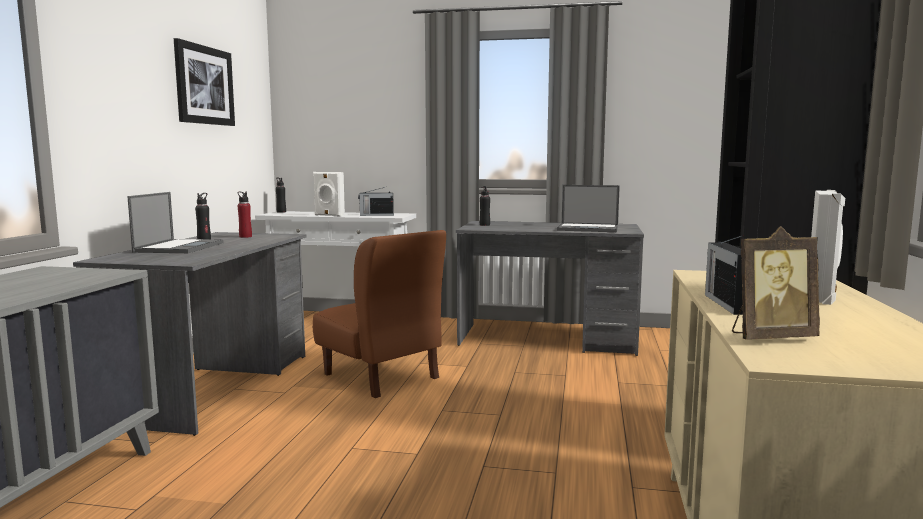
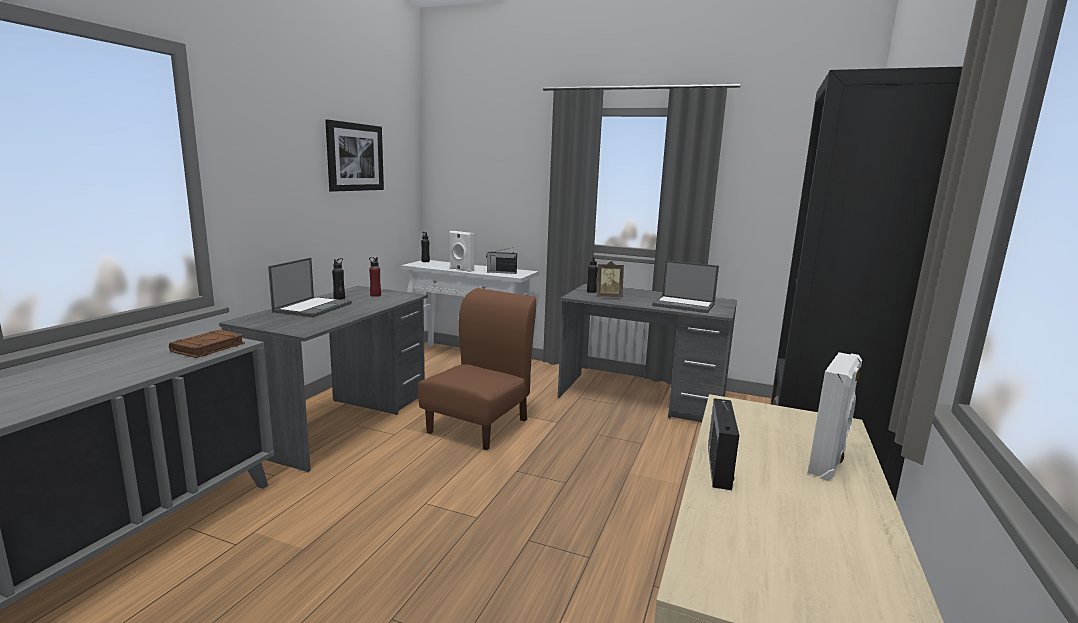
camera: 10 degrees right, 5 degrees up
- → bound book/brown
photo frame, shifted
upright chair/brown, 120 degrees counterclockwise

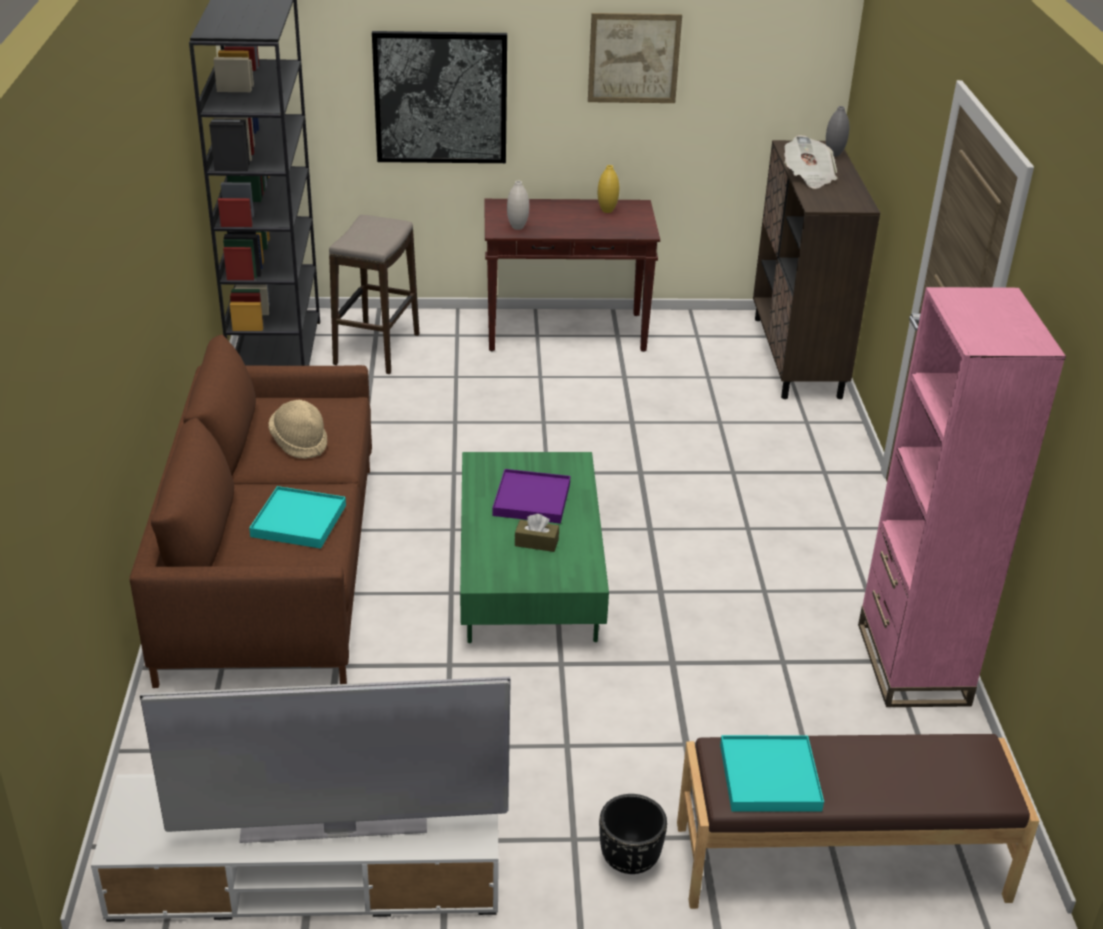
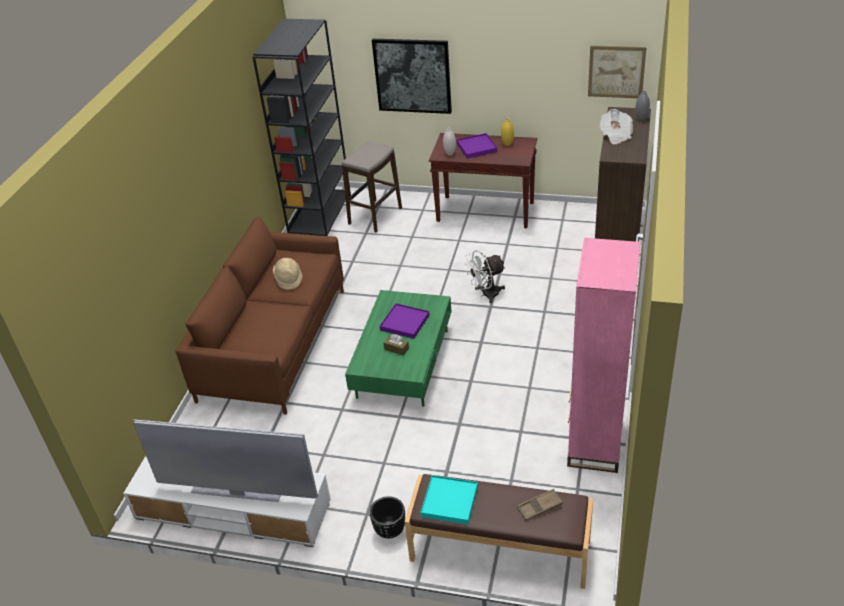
camera: 20 degrees right, 5 degrees up
serving tray/turquoise-coloured (no. 1 from left) → -
- → serving tray/purplish (no. 2 from left)
- → fan/white
- → serving tray/brown
picture (no. 2 from left), shifted

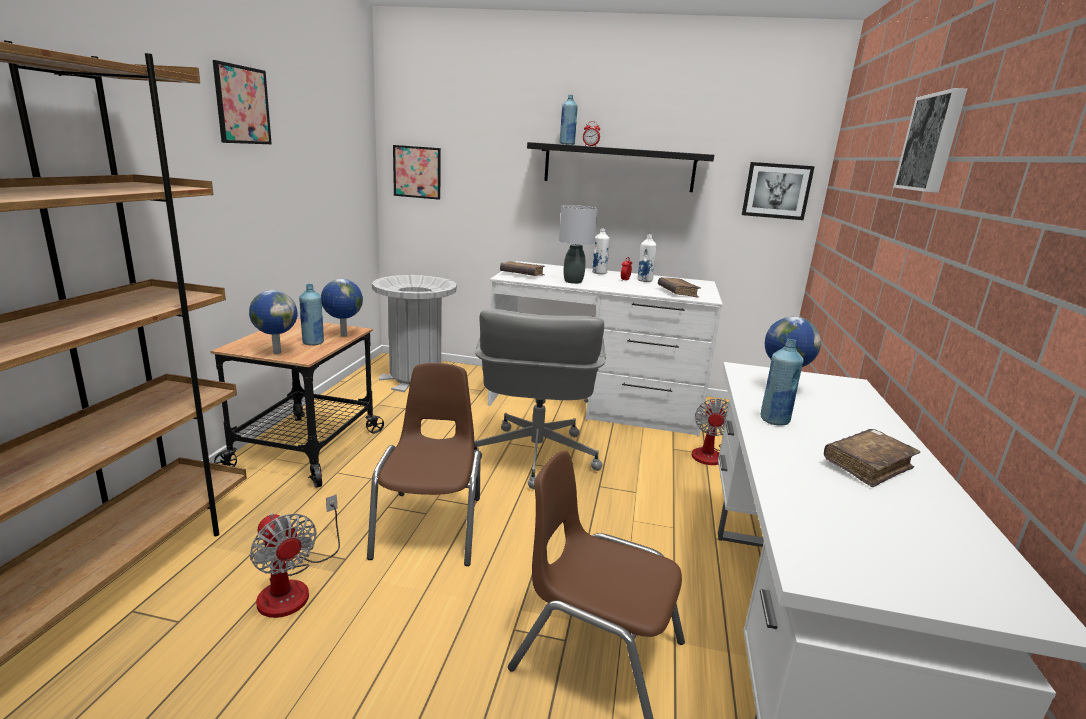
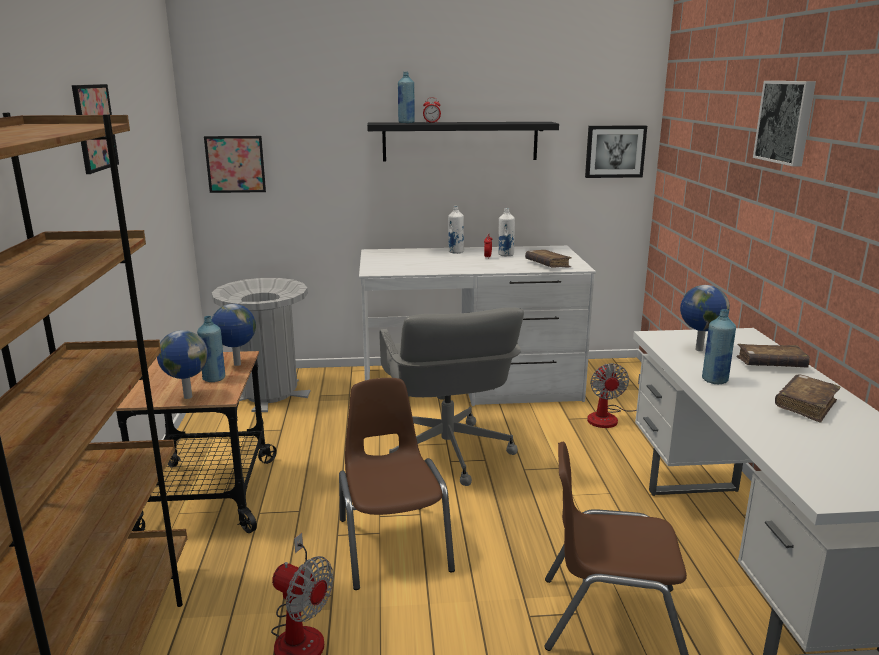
camera: 15 degrees left, 0 degrees up
lamp for a table/grey → -
bound book/brown (no. 1 from left in the first image) → bound book/brown (no. 2 from left), shifted

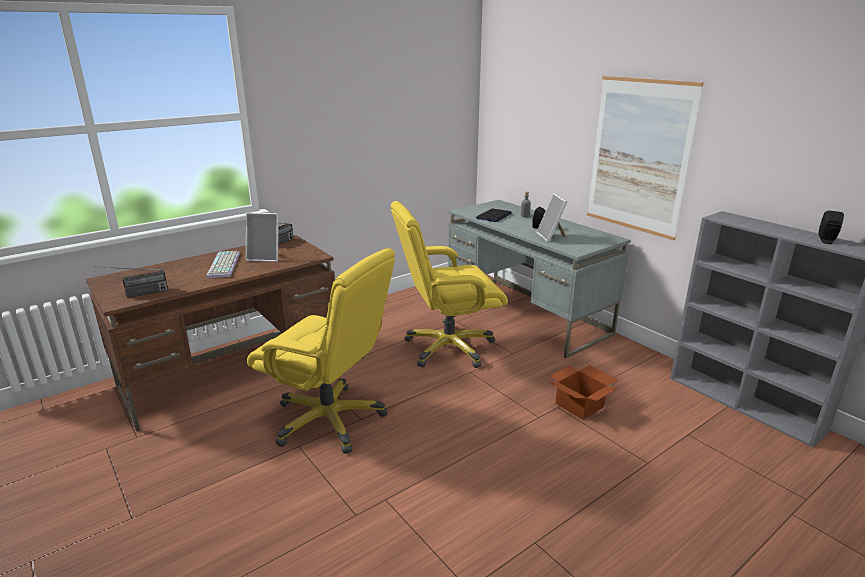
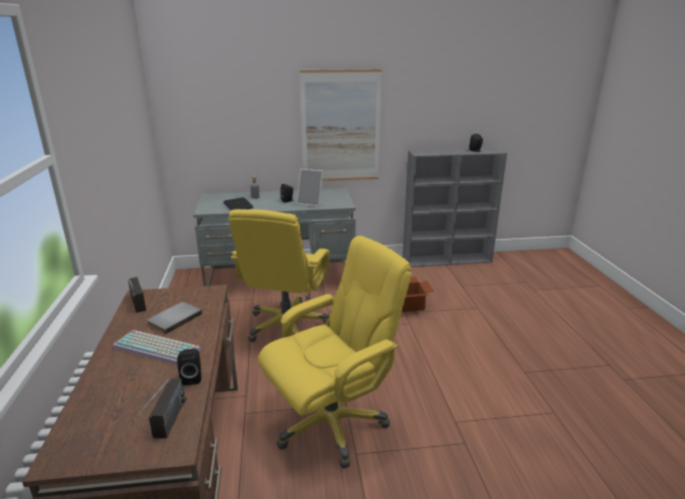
camera: 60 degrees left, 0 degrees up
- → audio speaker/black-coloured (no. 1 from left)
photo frame (no. 1 from left) → bound book/grey

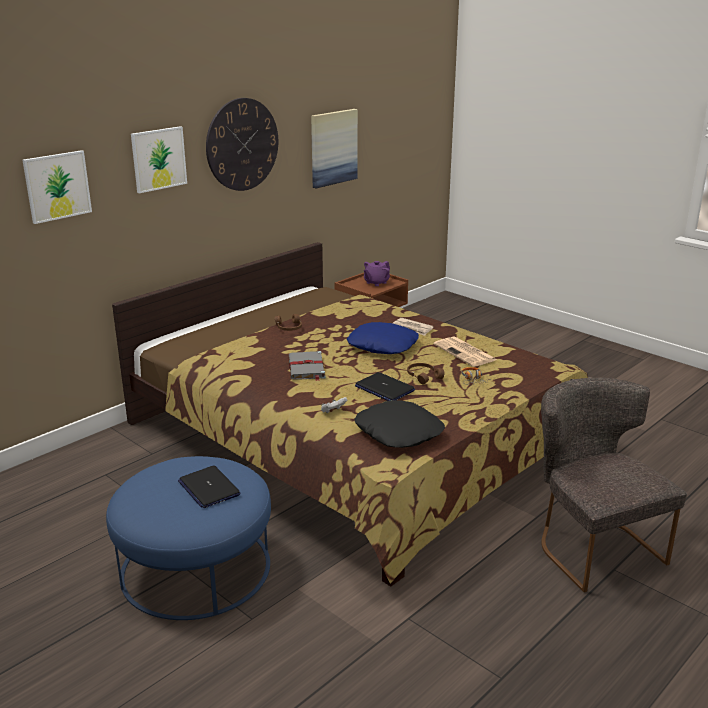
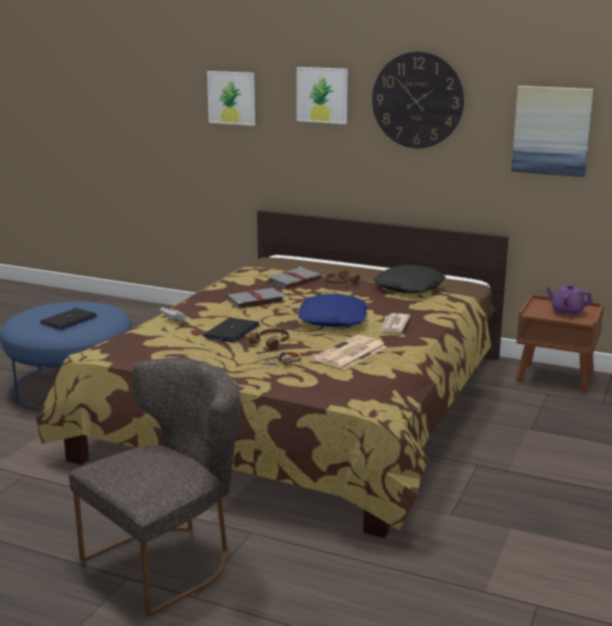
camera: 70 degrees right, 5 degrees down
- → bound book/grey (no. 2 from left)
cushion/black-coloured, shifted

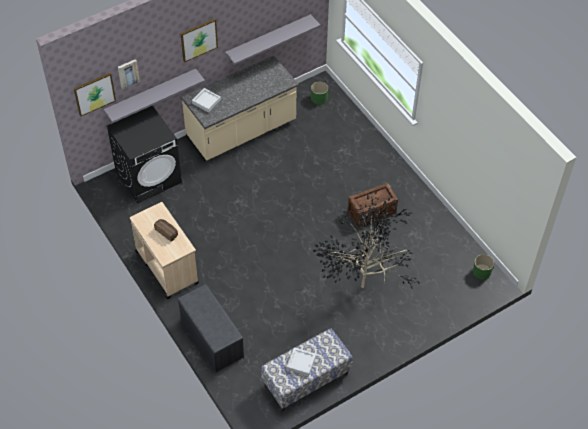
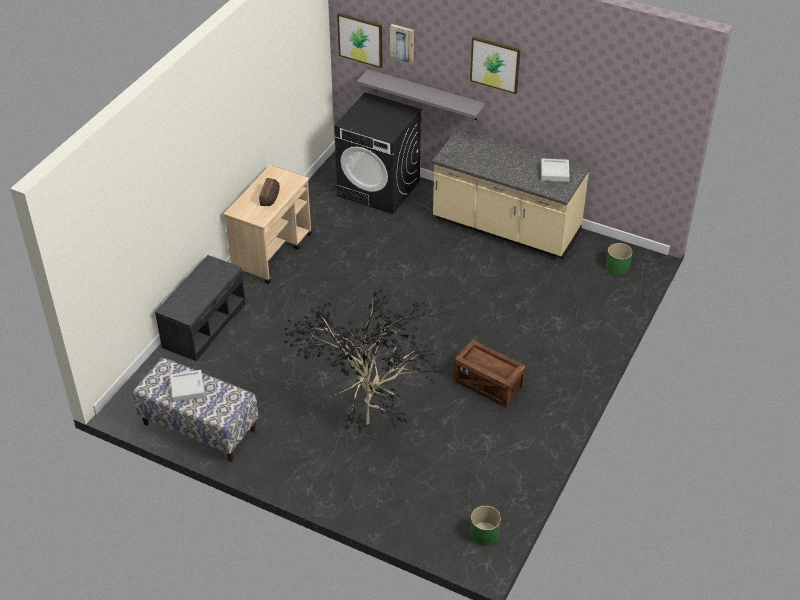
camera: 60 degrees right, 10 degrees down
bracket shelf/grey (no. 2 from left) → -
serving tray/grey (no. 1 from left in the first image) → serving tray/grey (no. 2 from left), shifted

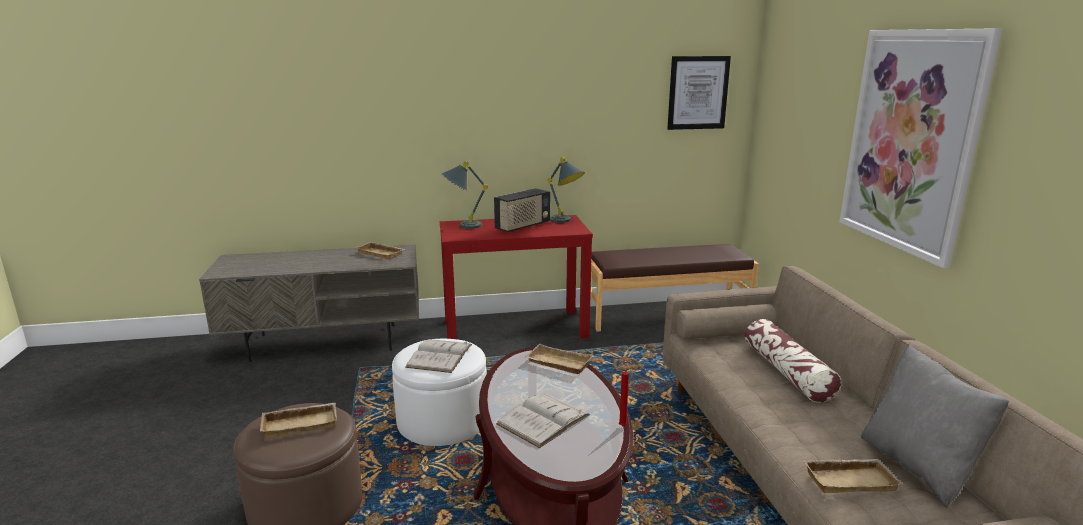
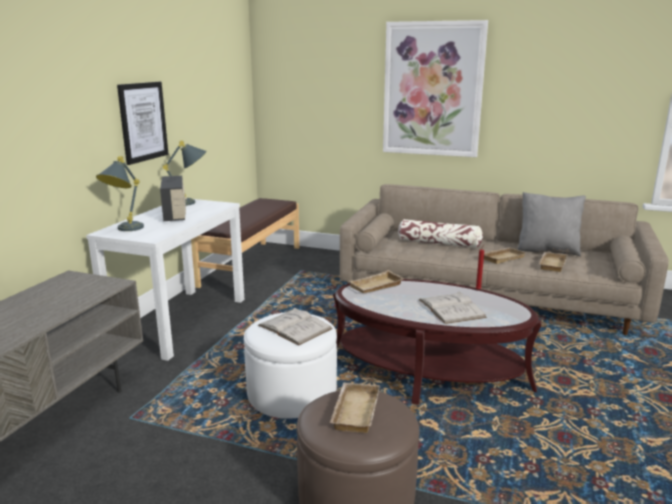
camera: 60 degrees left, 0 degrees up
serving tray/beige (no. 2 from left in the first image) → serving tray/beige (no. 3 from left), shifted
picture (no. 1 from left), shifted
hall table/reddish → hall table/white

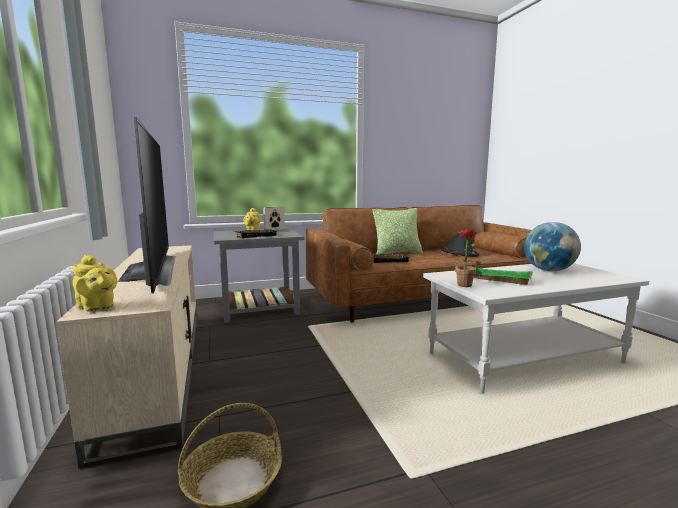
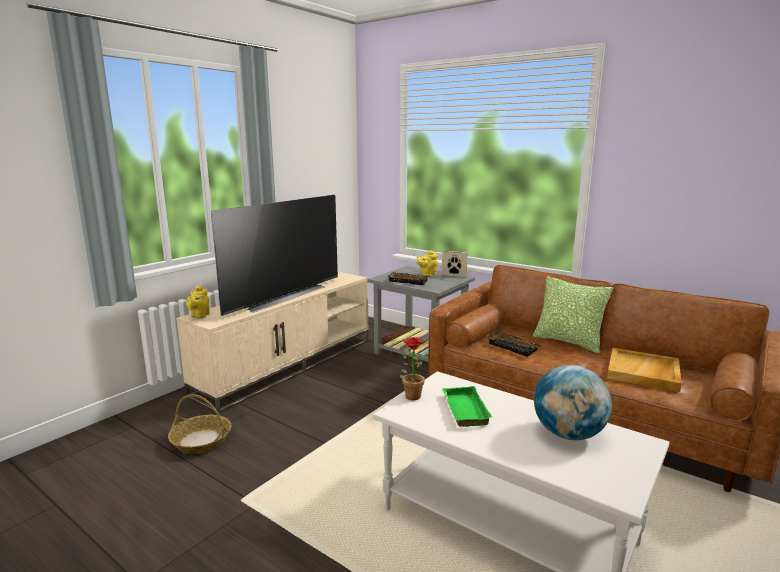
camera: 55 degrees right, 5 degrees up
clothing hat/black-coloured → serving tray/beige

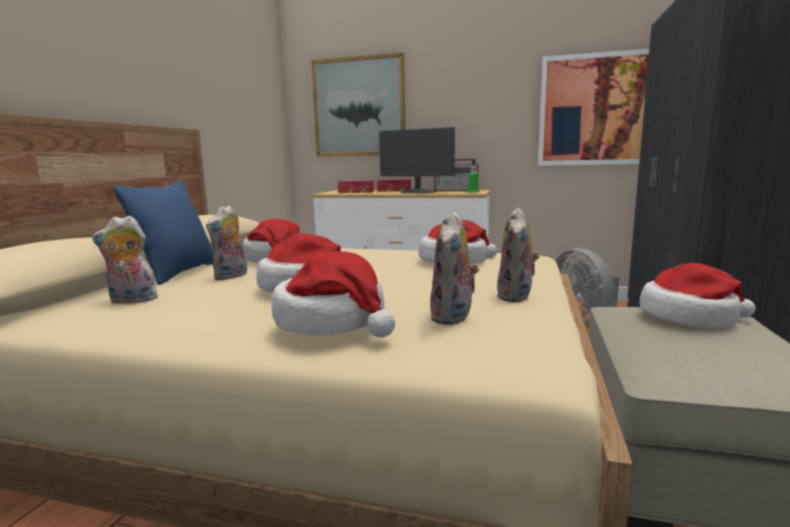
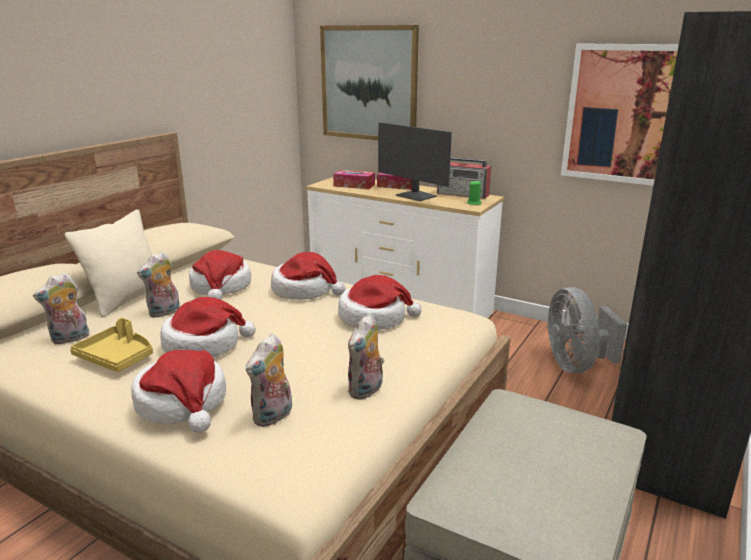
camera: 15 degrees right, 10 degrees up
- → serving tray/yellowish
clothing hat (no. 5 from left in the first image) → clothing hat (no. 4 from left), shifted
cushion/blue-coloured → cushion/beige
cuddly toy (no. 1 from left), 45 degrees counterclockwise

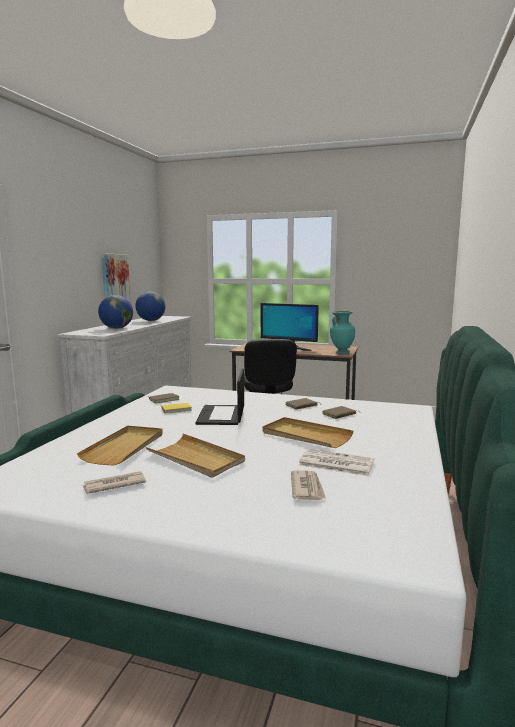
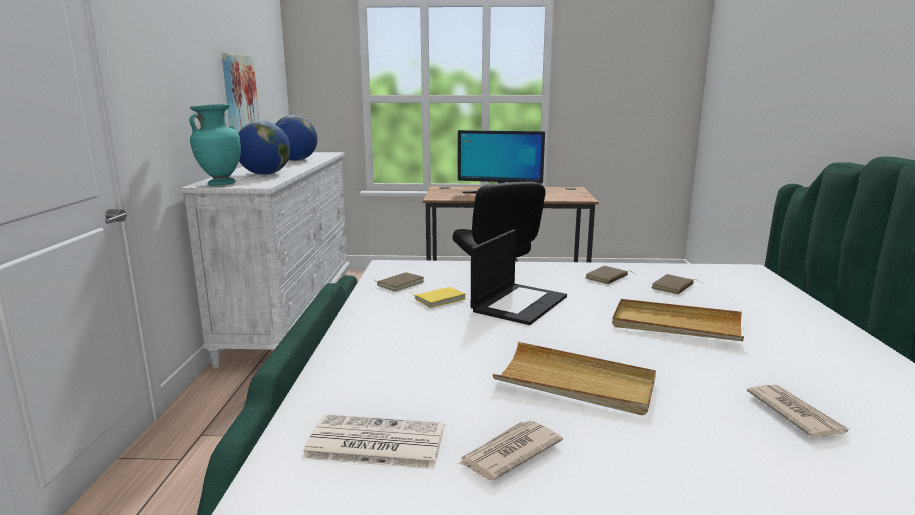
camera: 15 degrees left, 5 degrees up
serving tray/beige (no. 1 from left) → -
daily paper (no. 3 from left in the first image) → daily paper (no. 1 from left), shifted
decorative vase/turquoise-coloured, shifted
laptop, 135 degrees counterclockwise

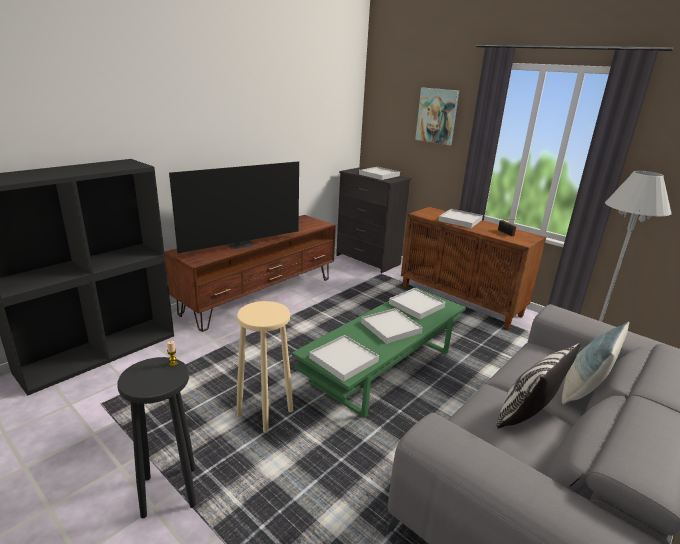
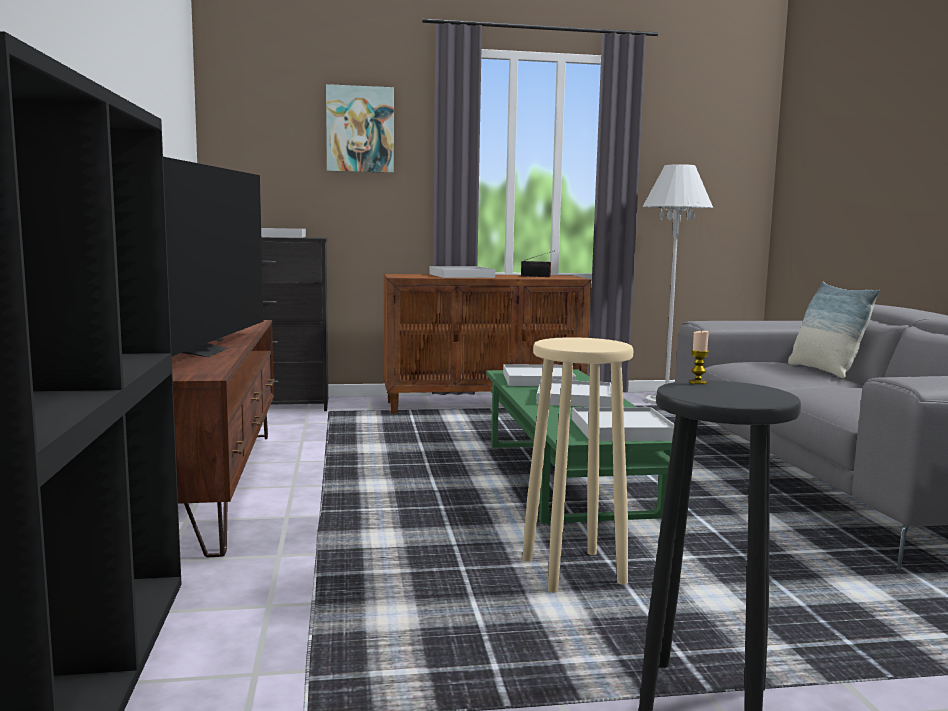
camera: 50 degrees left, 15 degrees down
cushion (no. 1 from left) → -

